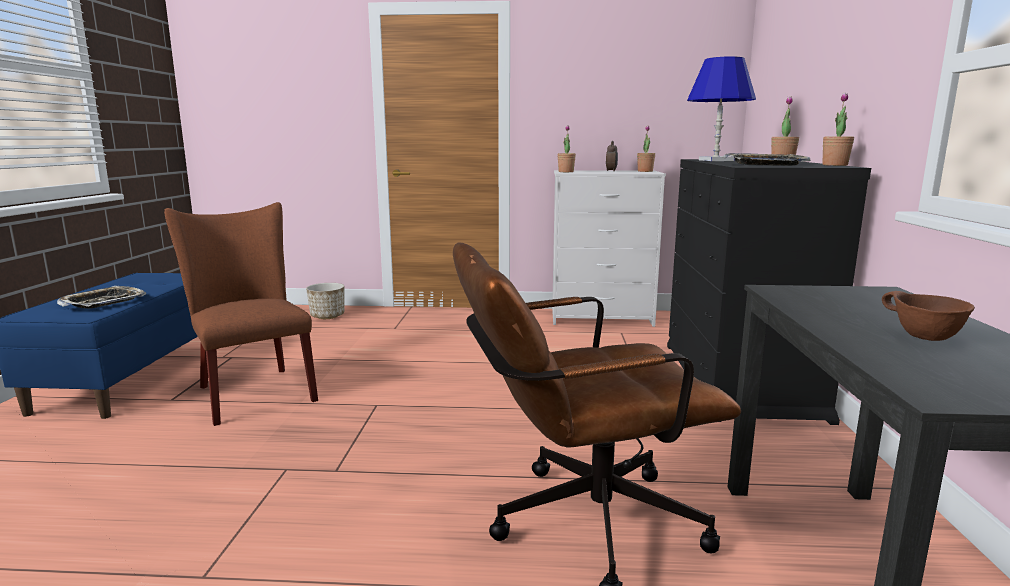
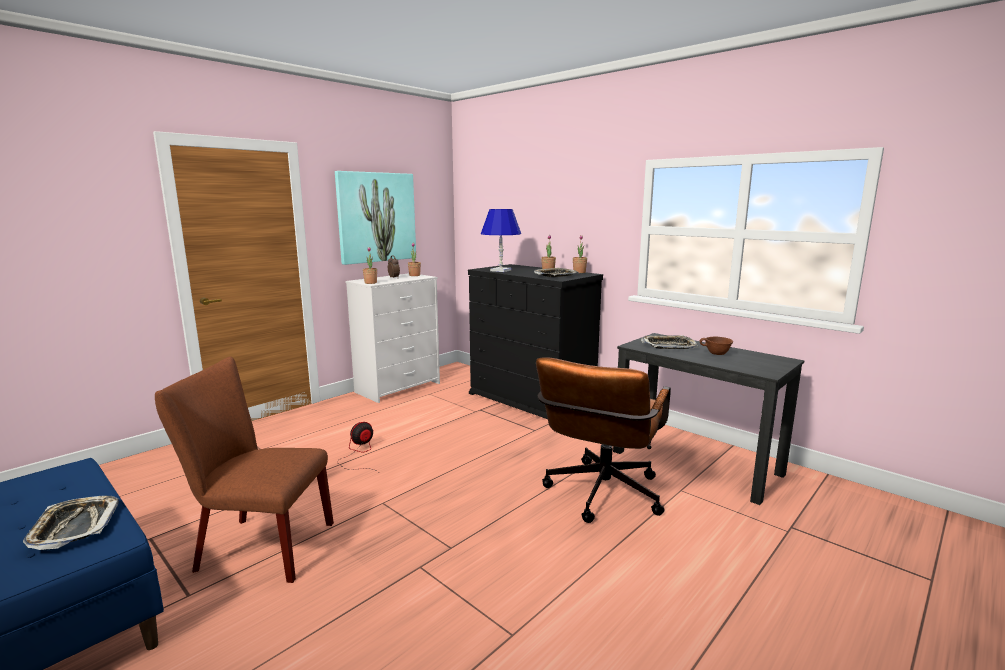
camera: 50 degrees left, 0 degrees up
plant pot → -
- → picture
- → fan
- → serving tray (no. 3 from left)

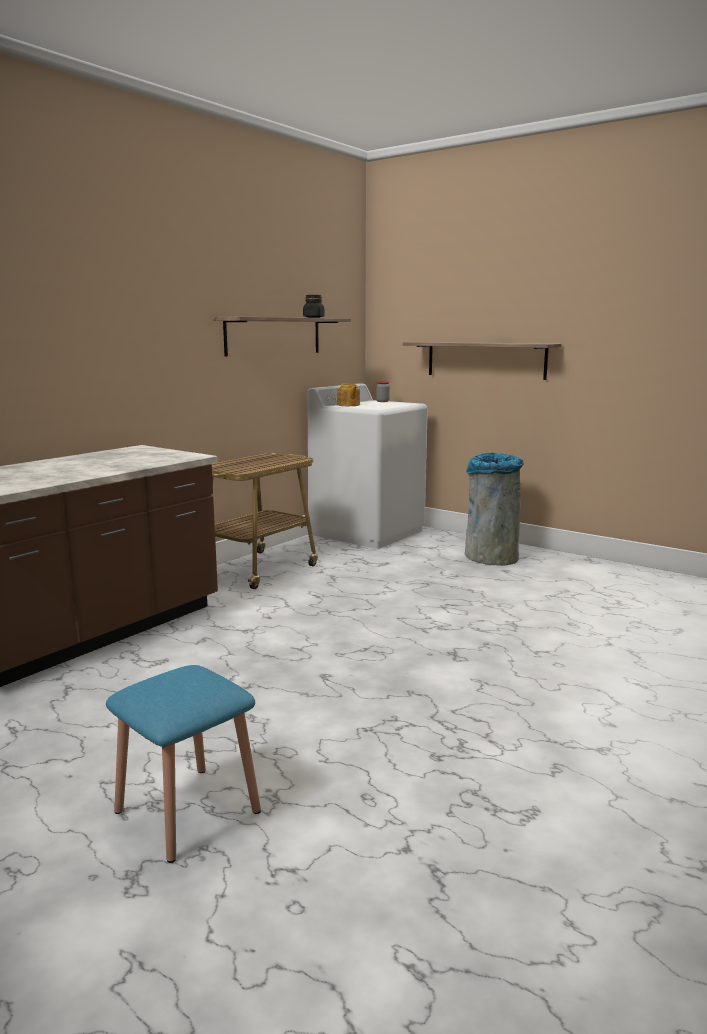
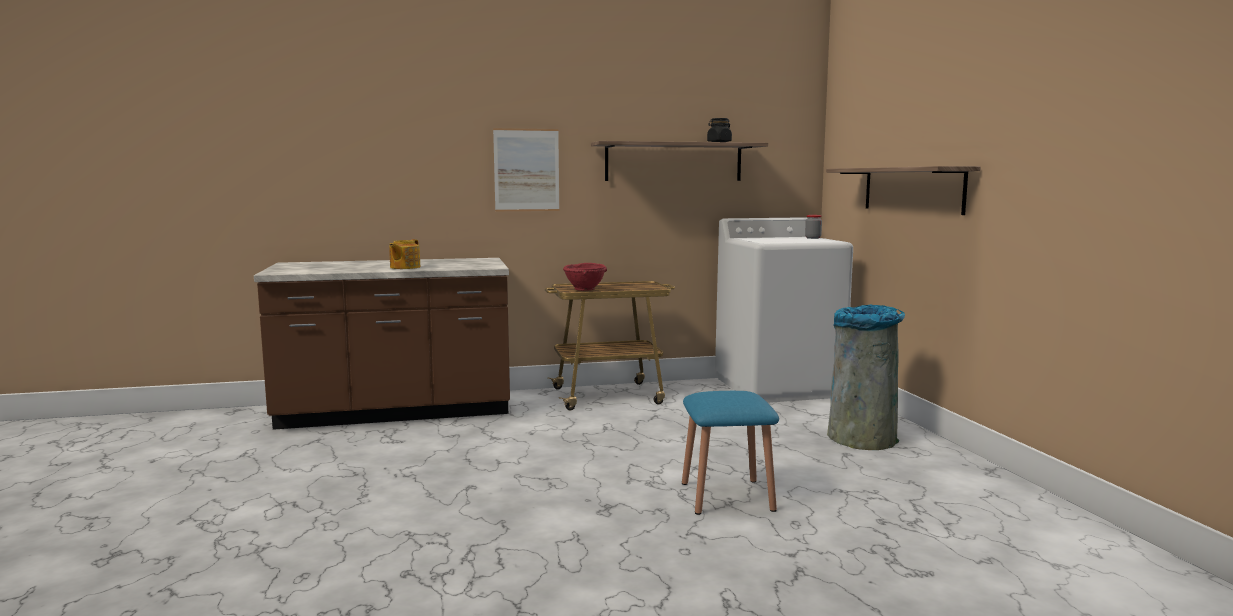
camera: 40 degrees right, 5 degrees down
- → picture
- → serving bowl/reddish
stool/blue-coloured, shifted
teapot, shifted

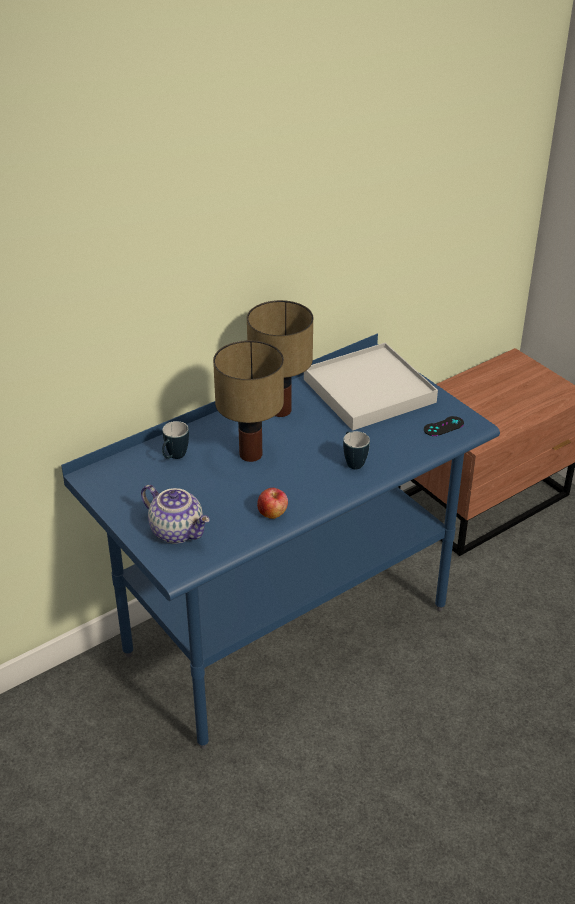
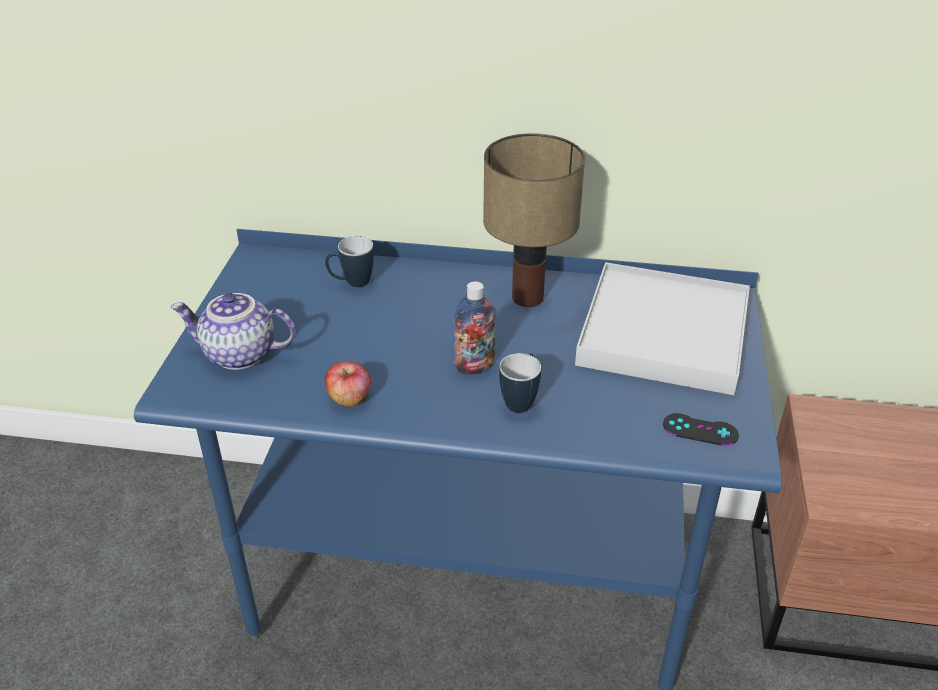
camera: 45 degrees right, 0 degrees up
lamp for a table (no. 1 from left) → -
- → beverage bottle
teapot, 105 degrees clockwise

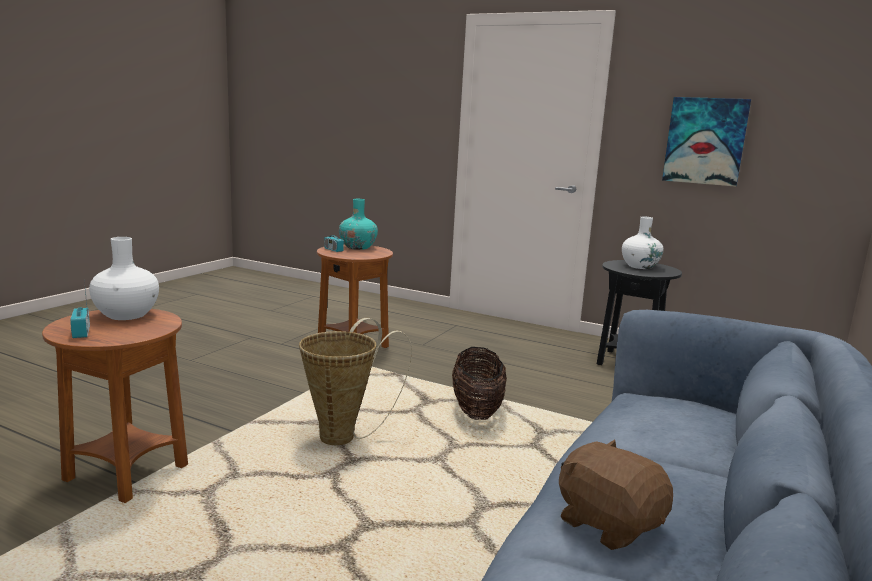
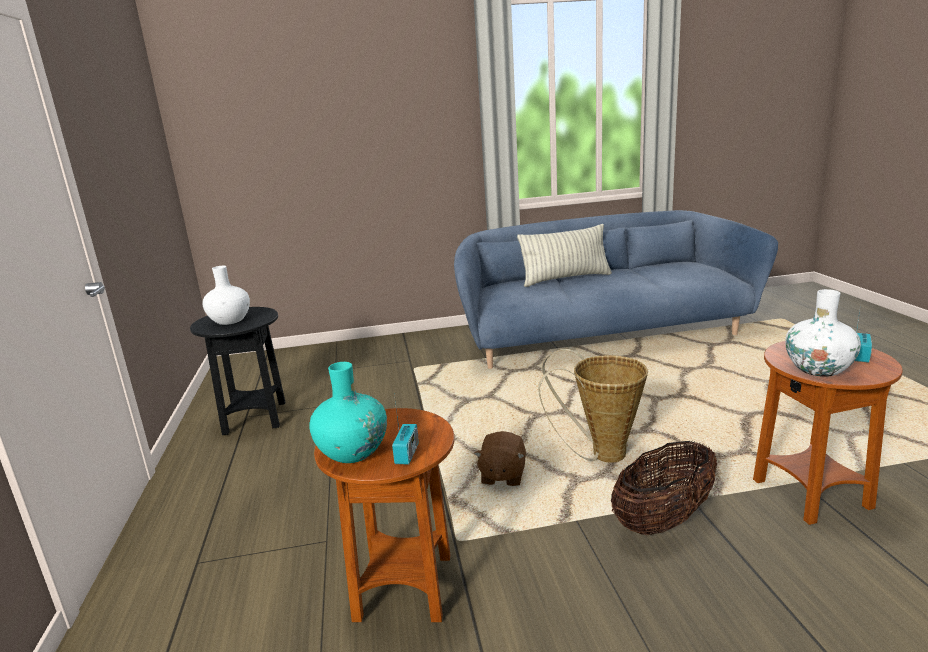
camera: 125 degrees left, 5 degrees up
picture → -
- → cushion
basket (no. 2 from left), shifted
cuddly toy/brown, shifted

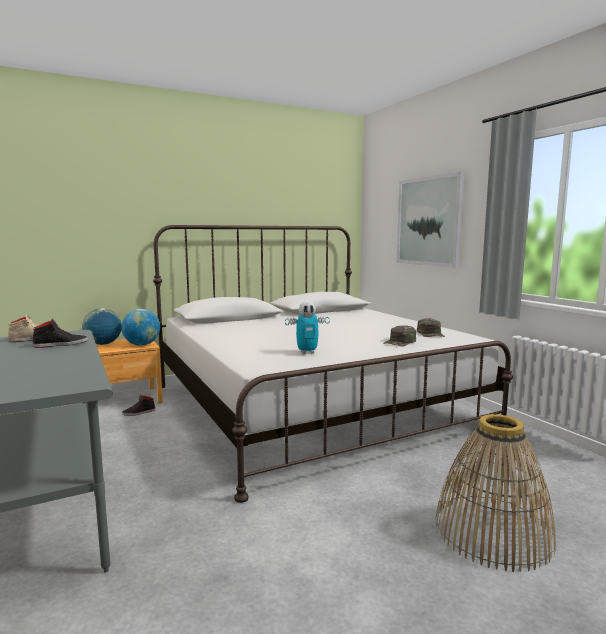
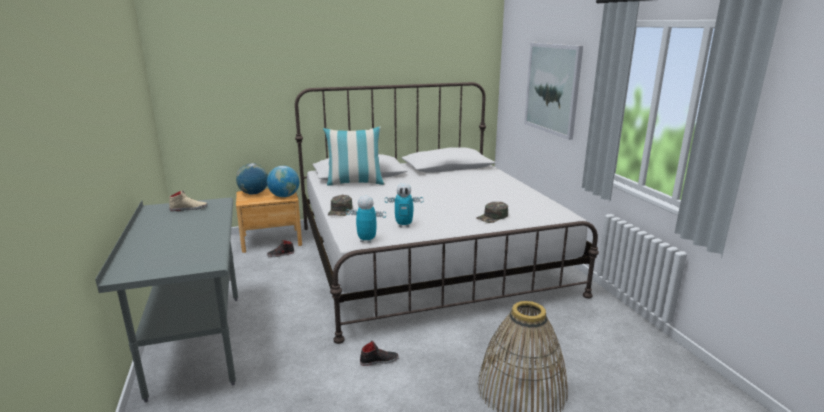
camera: 10 degrees right, 10 degrees up
- → cushion
- → model robot (no. 1 from left)
shoe/black-coloured (no. 1 from left in the first image) → shoe/black-coloured (no. 2 from left), shifted
peaked cap/green (no. 2 from left in the first image) → peaked cap/green (no. 1 from left), shifted

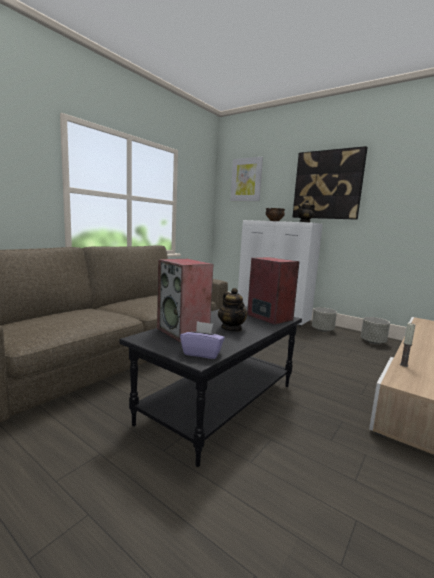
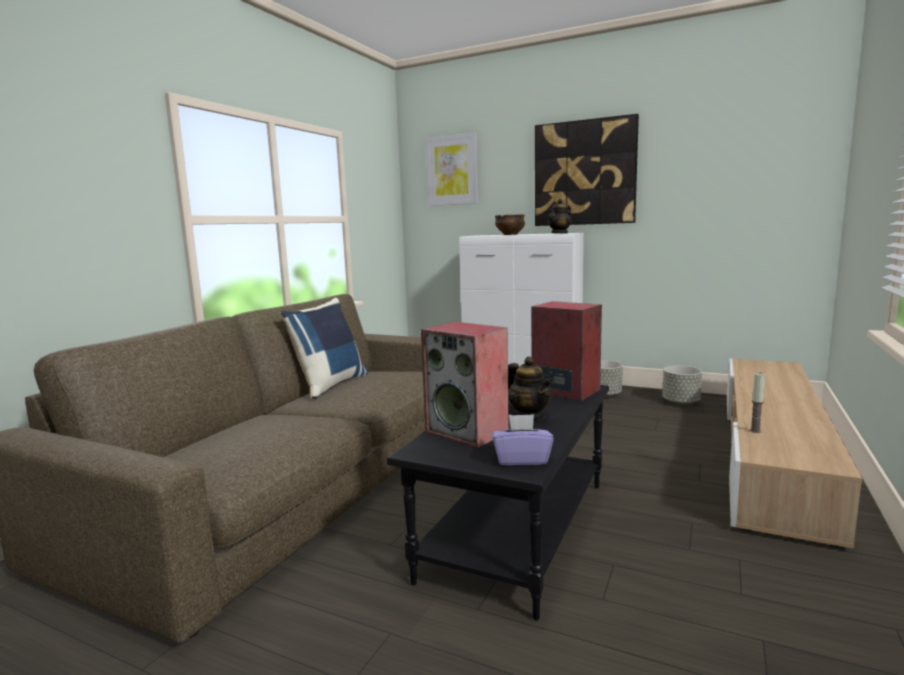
camera: 10 degrees left, 0 degrees up
- → cushion/blue-coloured

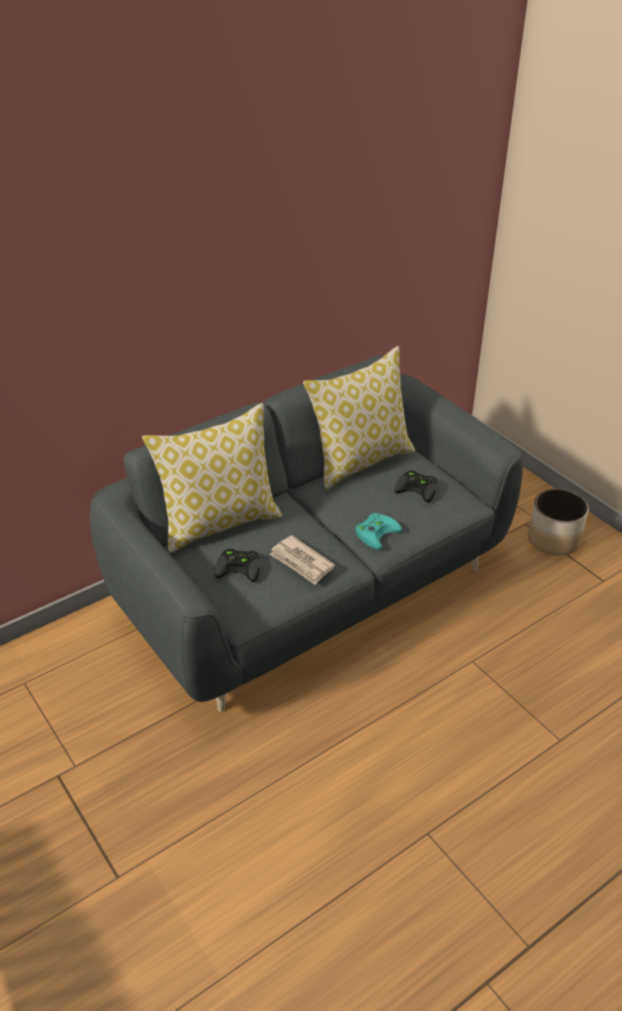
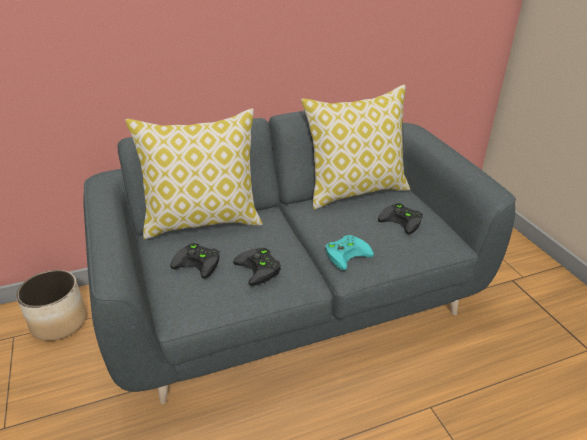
camera: 15 degrees right, 5 degrees down
plant pot, shifted
daily paper → game controller/black-coloured (no. 2 from left)

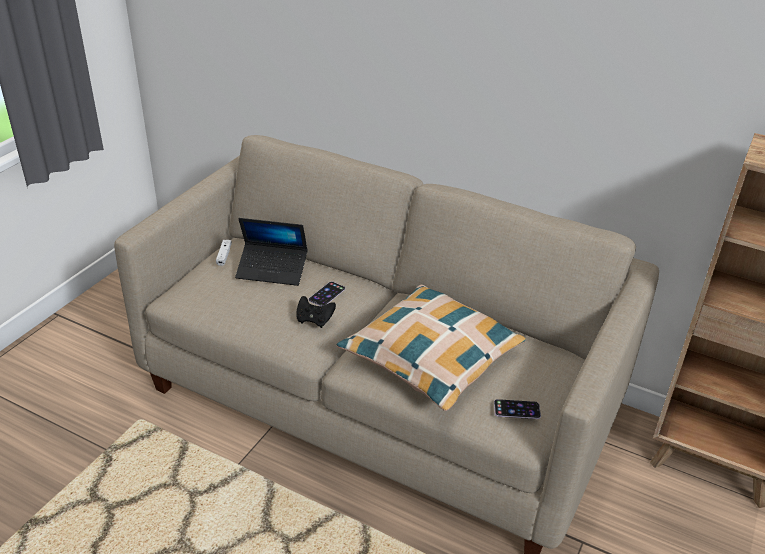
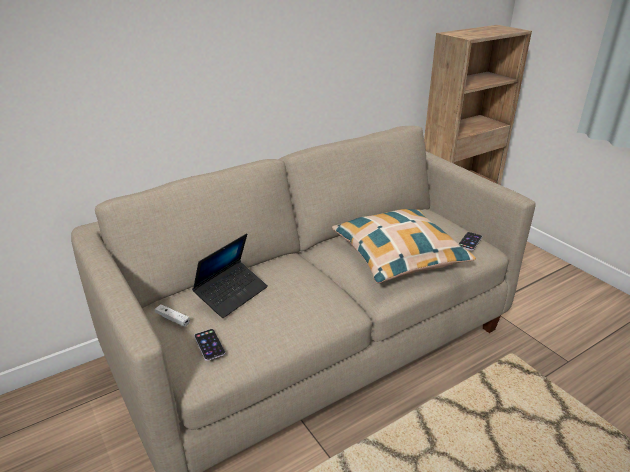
camera: 60 degrees left, 5 degrees down
game controller/black-coloured → -
telephone (no. 1 from left), shifted

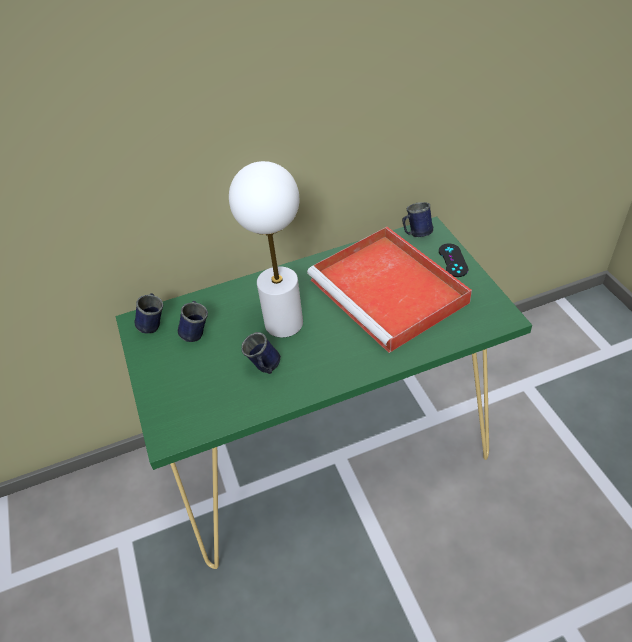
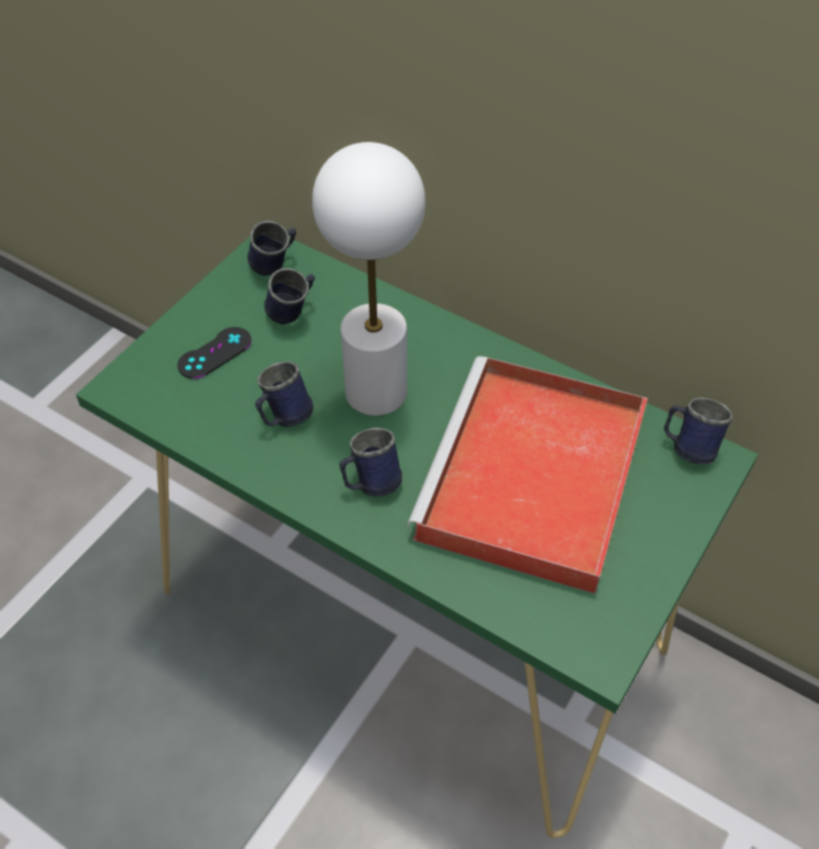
camera: 50 degrees right, 5 degrees up
- → coffee mug/blue-coloured (no. 4 from left)
game controller/black-coloured, shifted

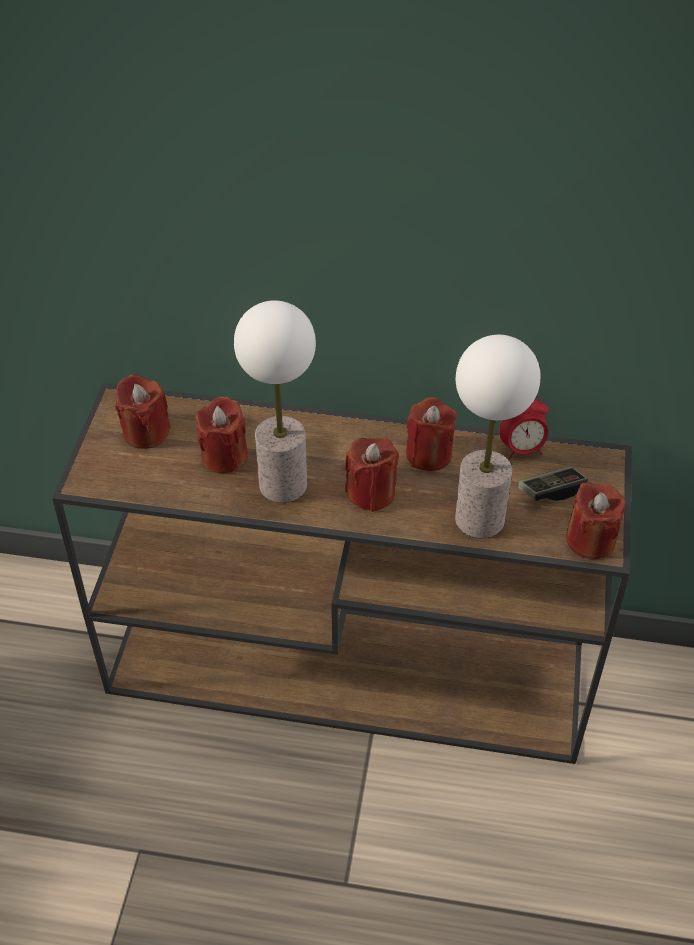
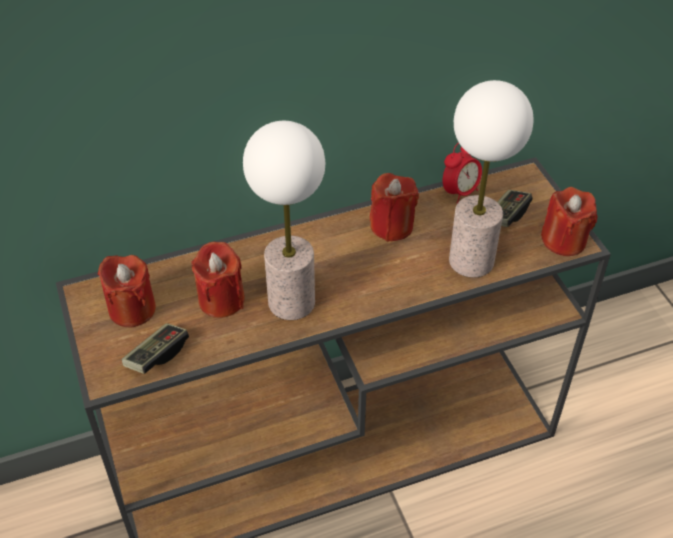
camera: 30 degrees left, 0 degrees up
wax light/reddish (no. 3 from left) → -
- → game controller (no. 1 from left)

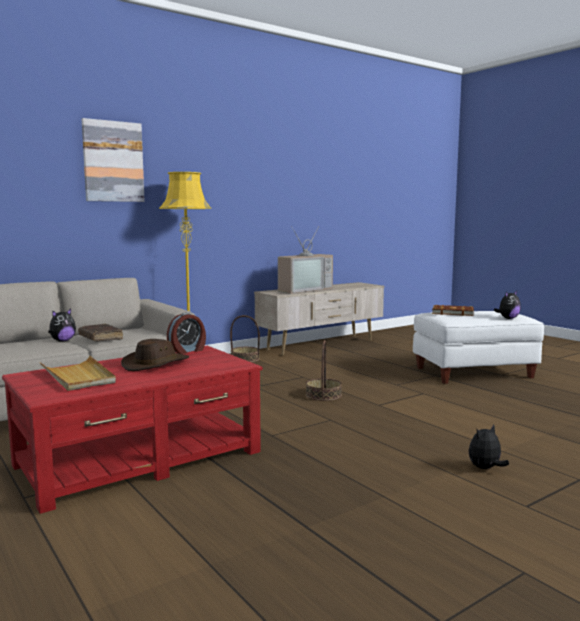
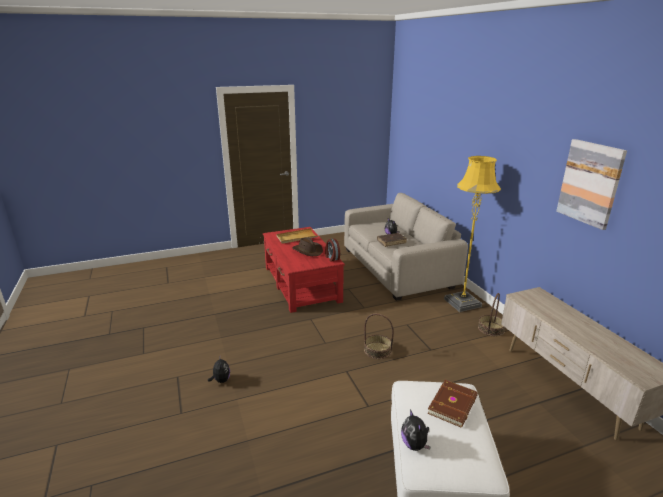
camera: 105 degrees right, 15 degrees up
television → -
picture, shifted

